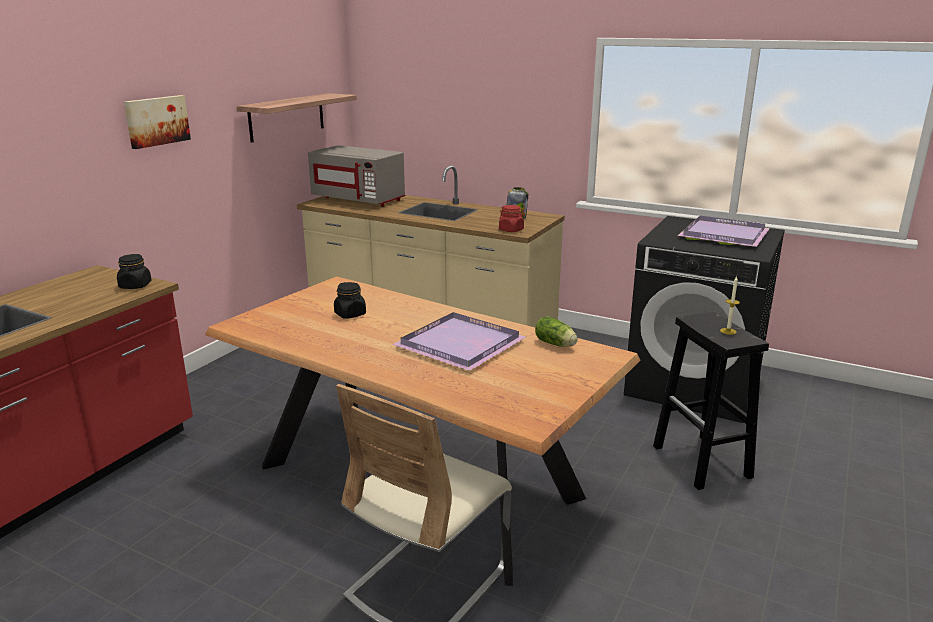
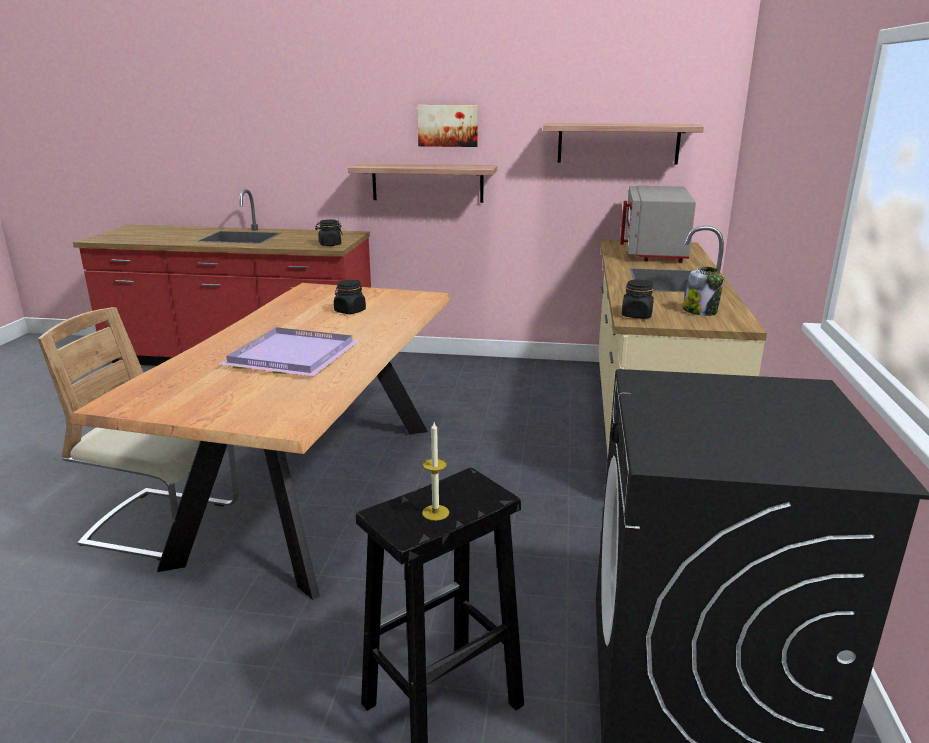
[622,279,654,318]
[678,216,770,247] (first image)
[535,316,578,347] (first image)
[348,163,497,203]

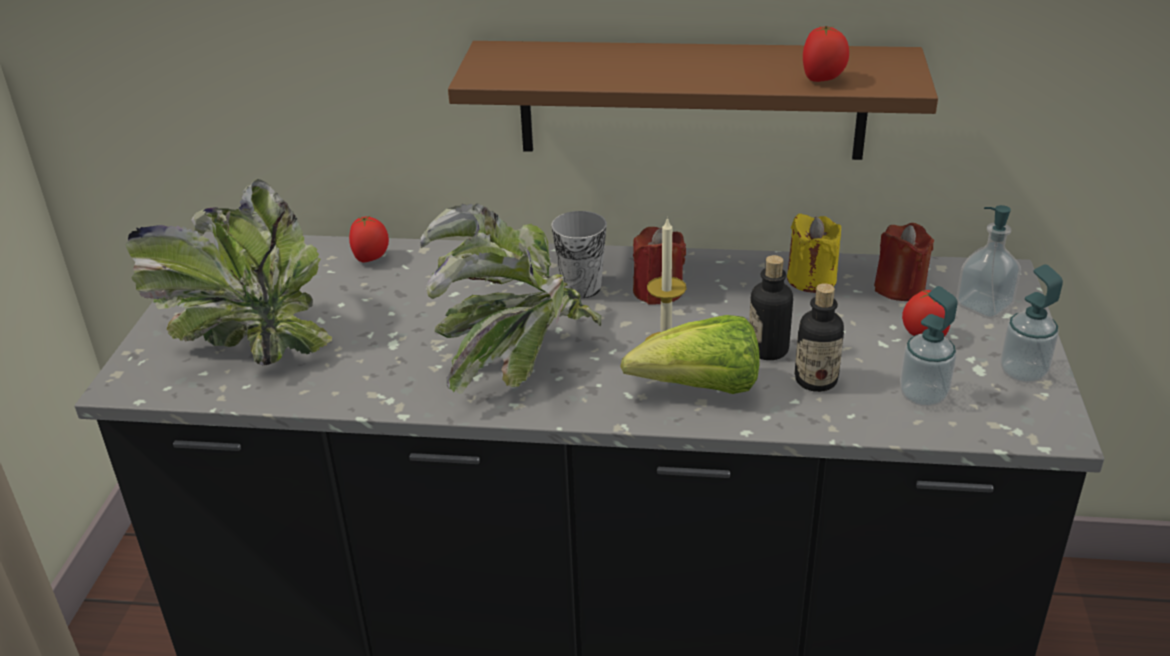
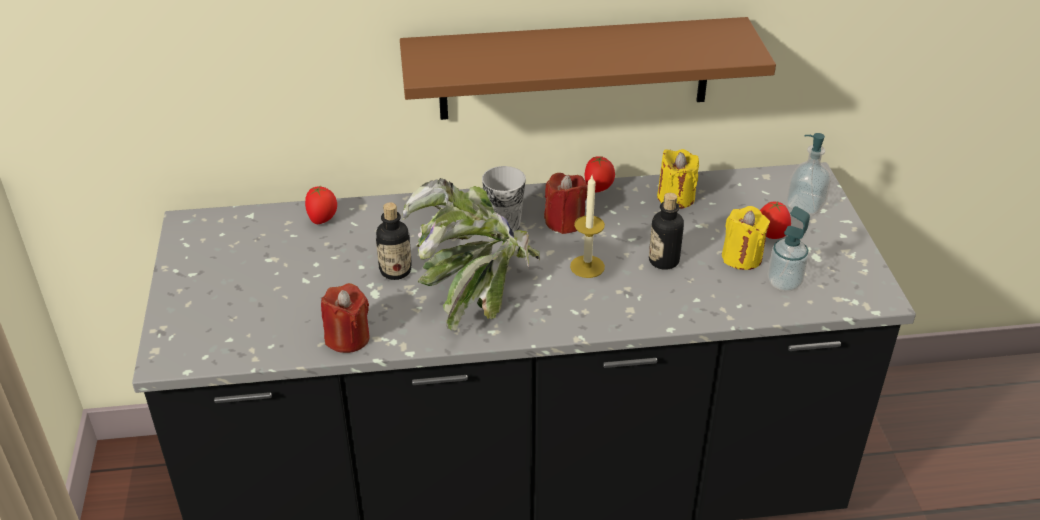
[585,156,615,193]
[125,179,332,365] (first image)
[321,283,370,353]
[1000,264,1063,383] (first image)
[376,202,412,280]
[620,315,759,394] (first image)
[722,206,770,270]

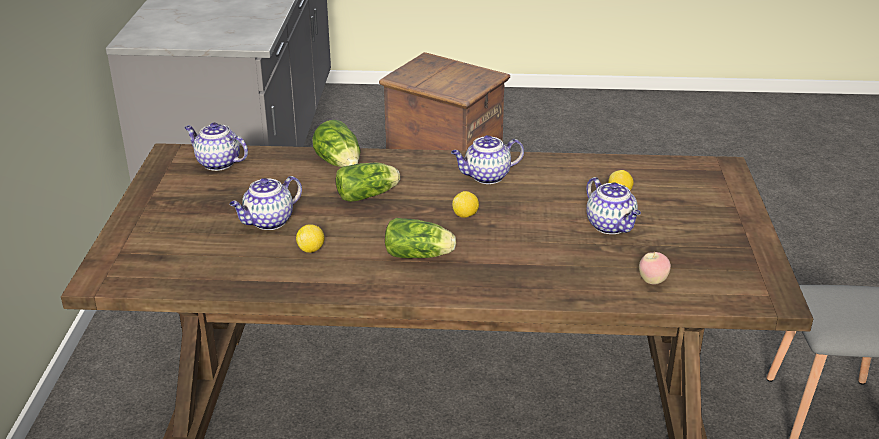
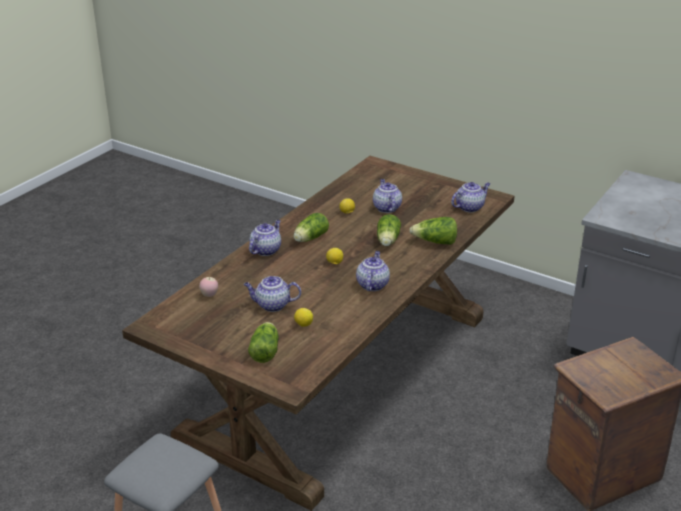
[249,220,281,256]
[248,322,279,363]

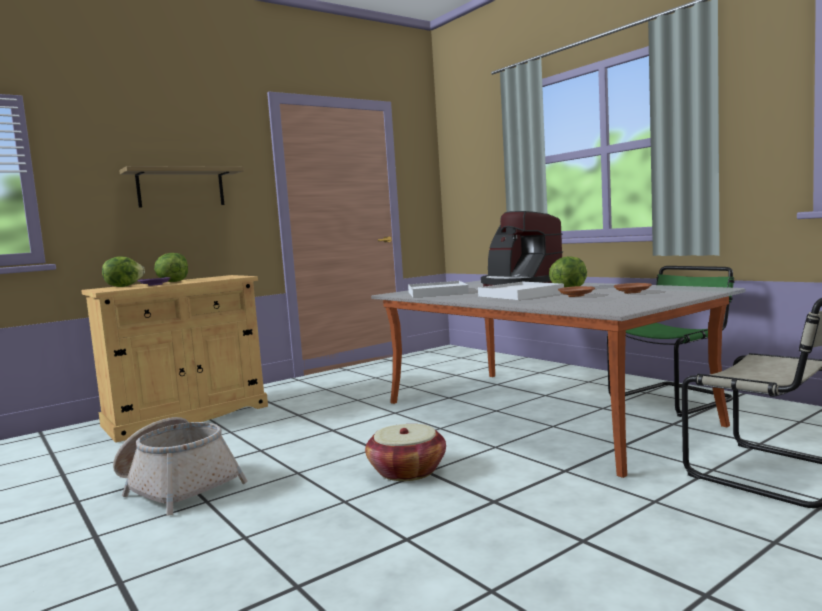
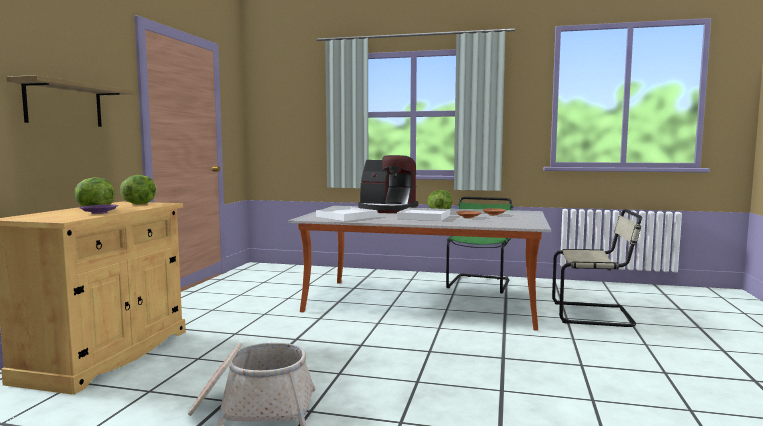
[120,175,157,204]
[365,424,446,481] (first image)

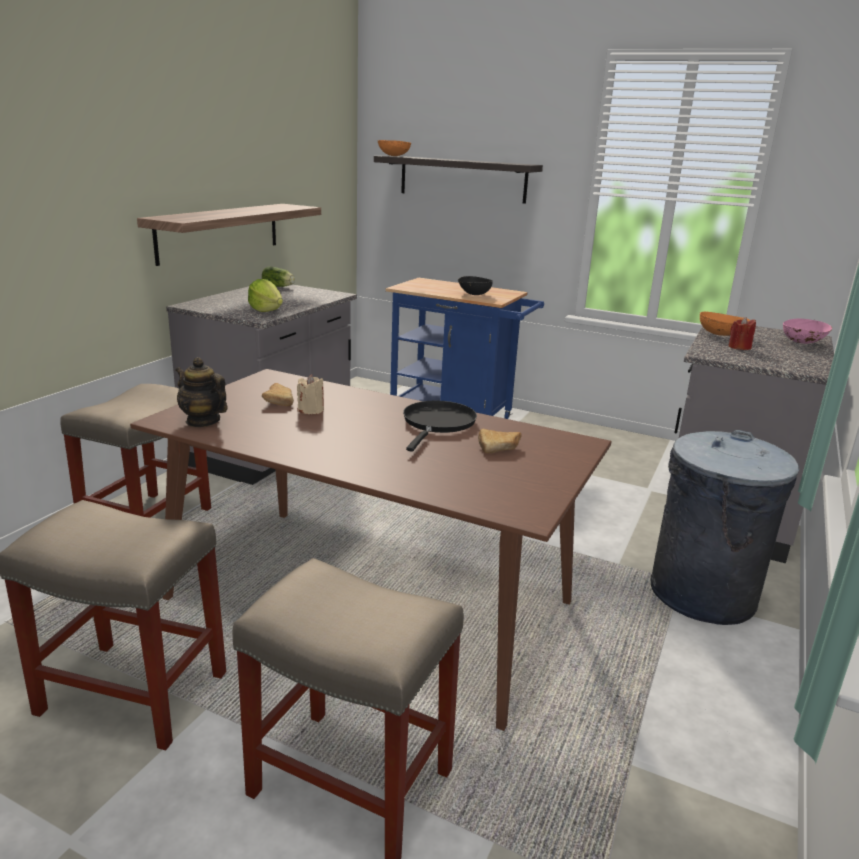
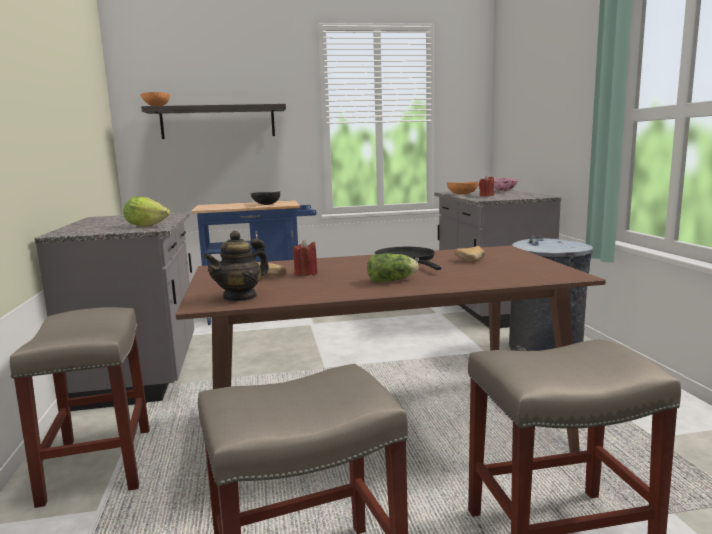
[137,204,321,266] (first image)
[367,254,418,283]
[203,230,269,302]
[293,240,318,276]

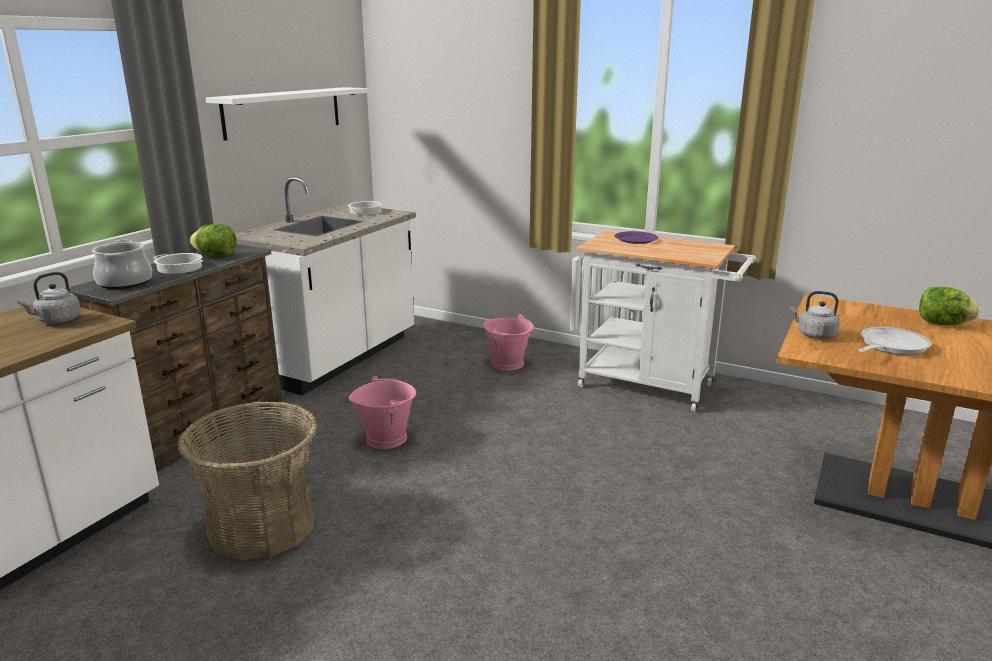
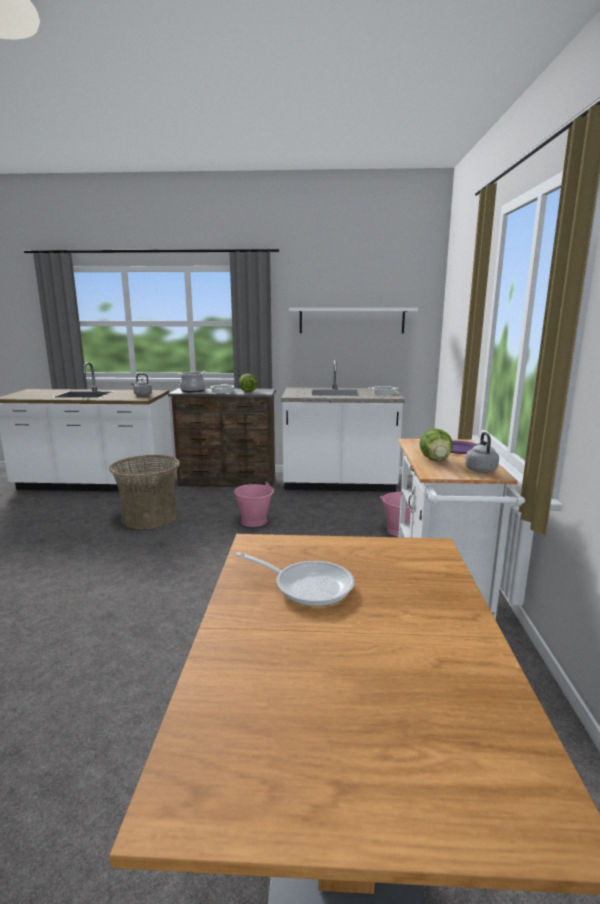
[419,429,453,461]
[465,432,499,473]

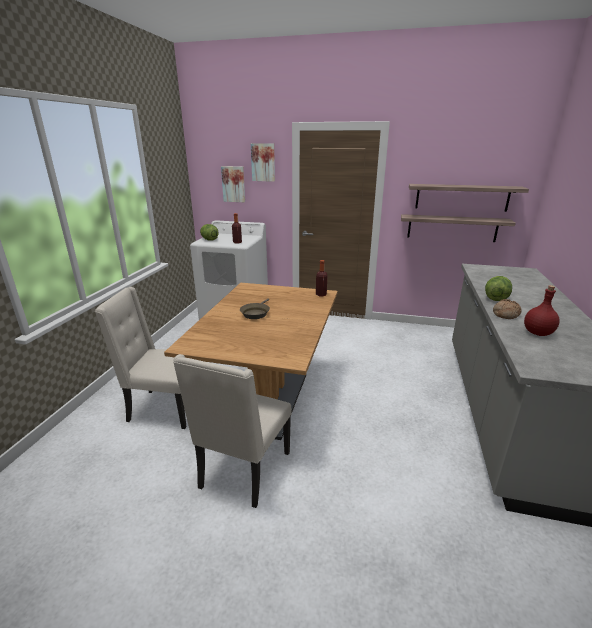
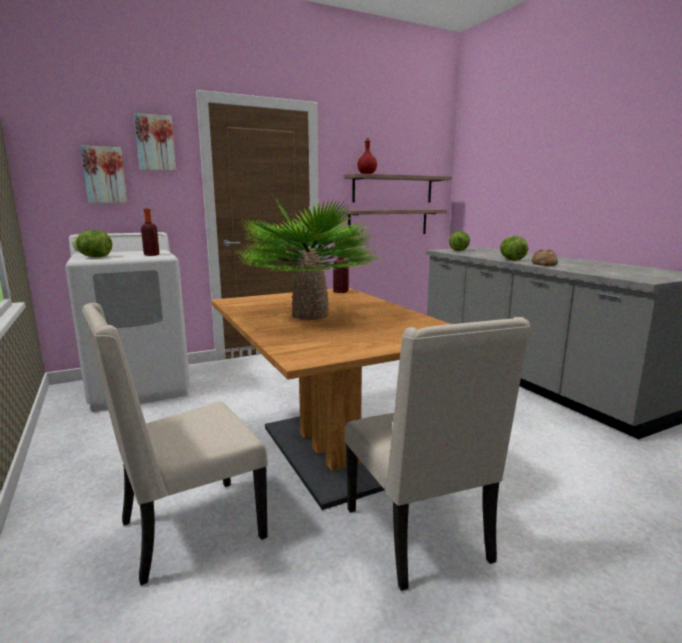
[357,138,377,174]
[237,196,383,320]
[449,231,470,251]

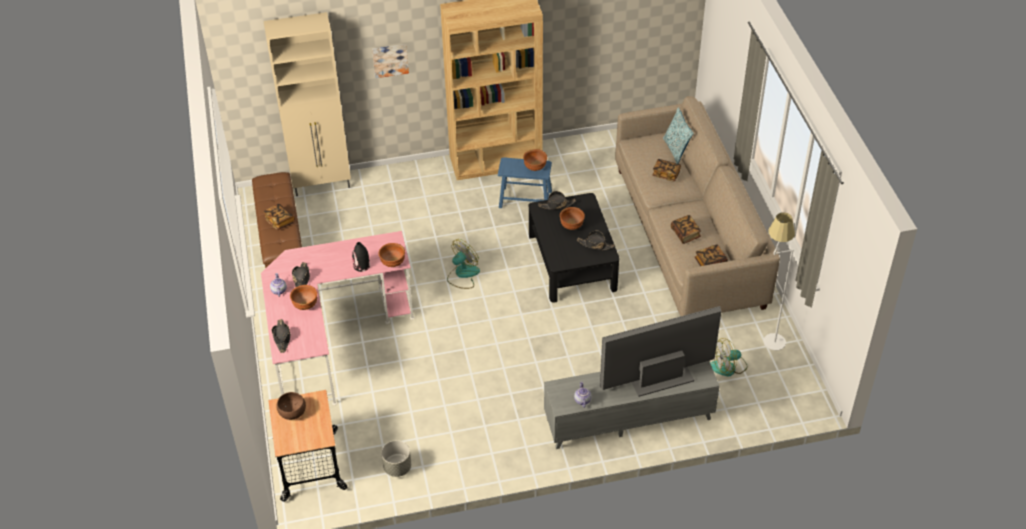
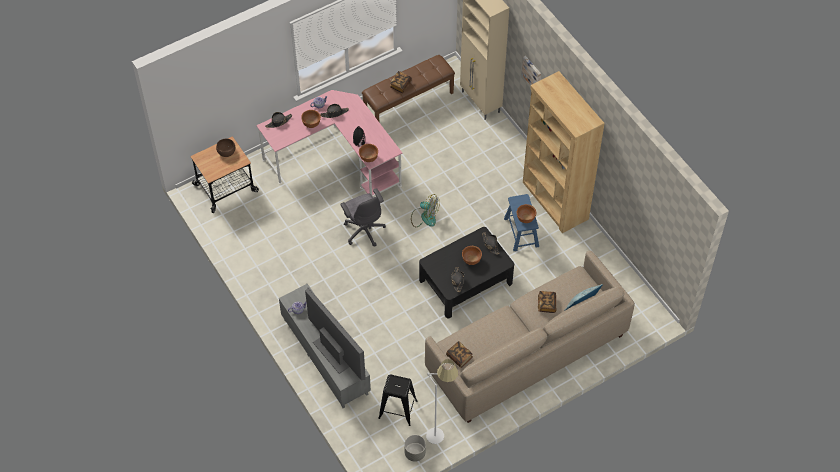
[671,215,701,244] (first image)
[378,374,417,426]
[404,435,426,462]
[340,188,386,247]

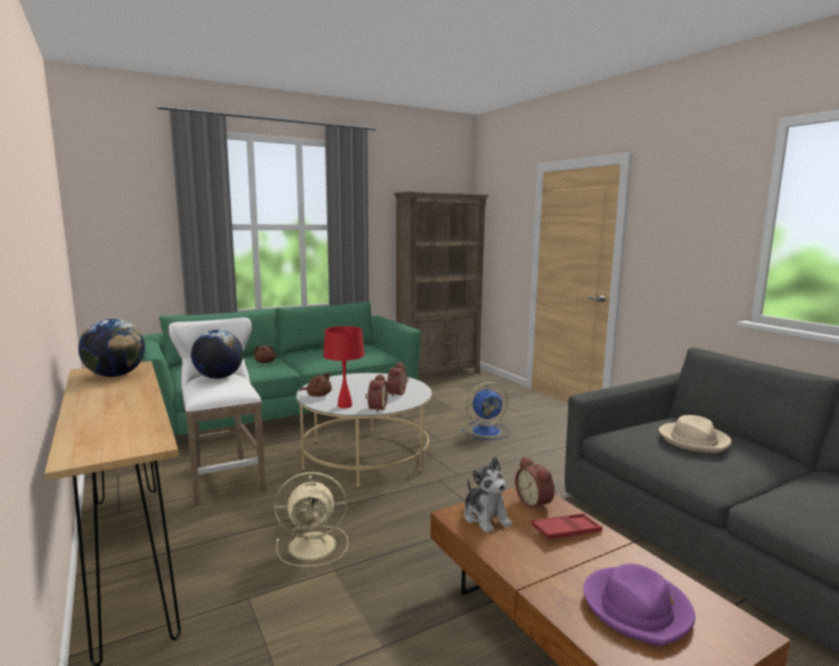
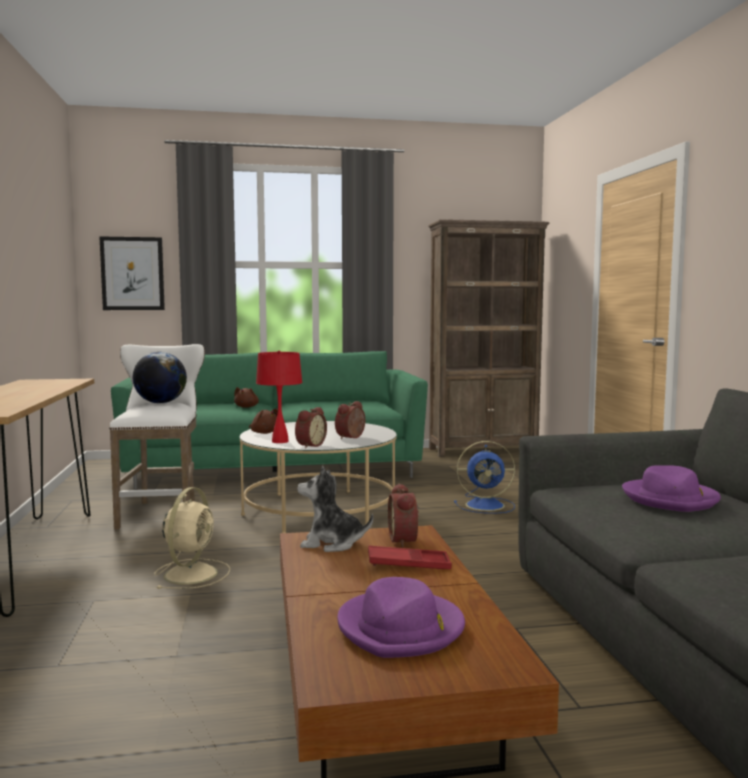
[78,319,145,377] (first image)
[622,465,721,512]
[298,466,373,552]
[154,487,231,589]
[99,236,165,310]

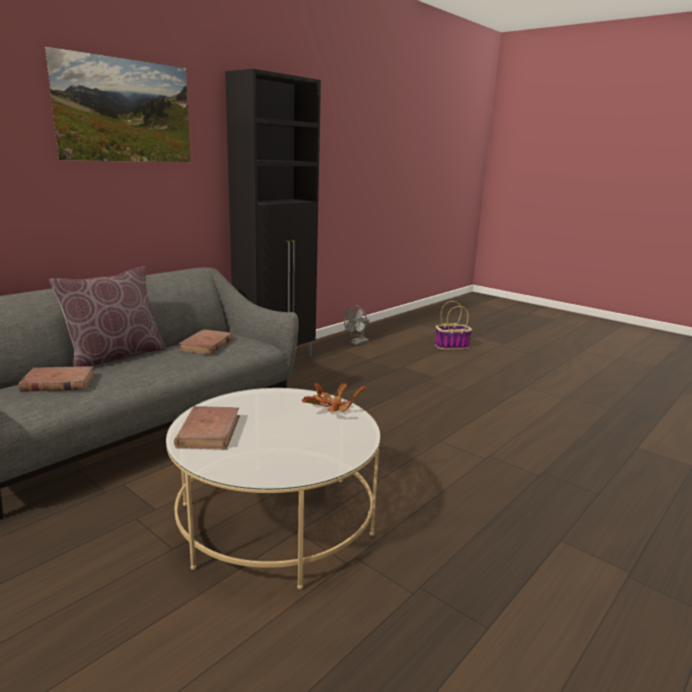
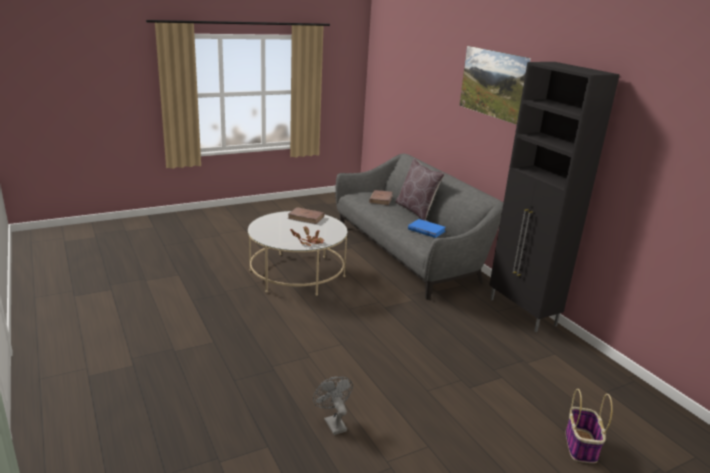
[313,377,353,435]
[408,219,446,238]

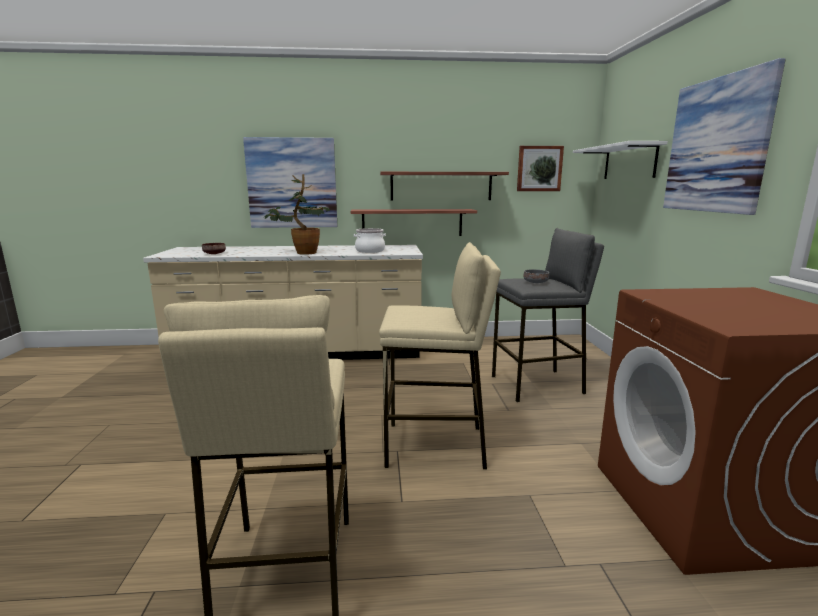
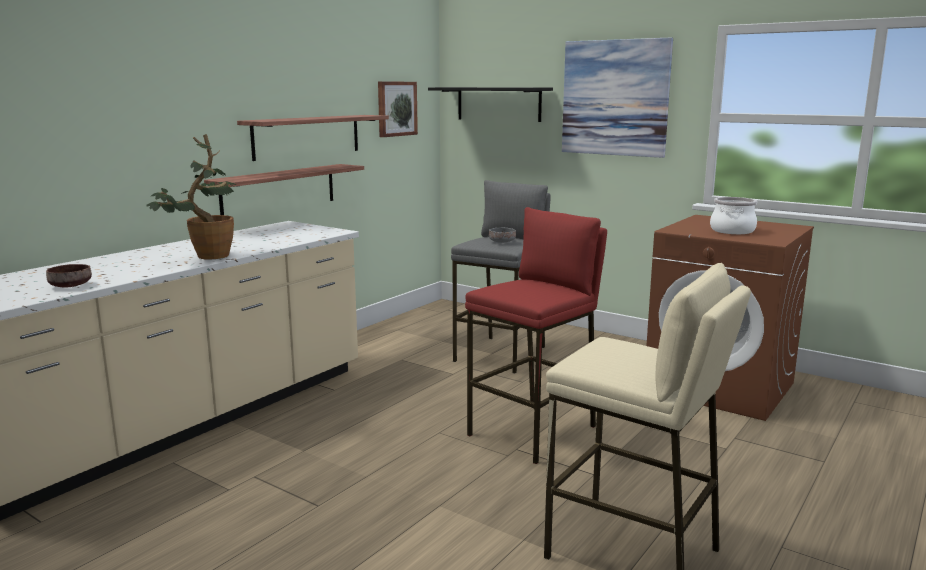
[243,137,337,228] (first image)
[428,87,553,122]
[710,197,757,234]
[465,207,607,464]

